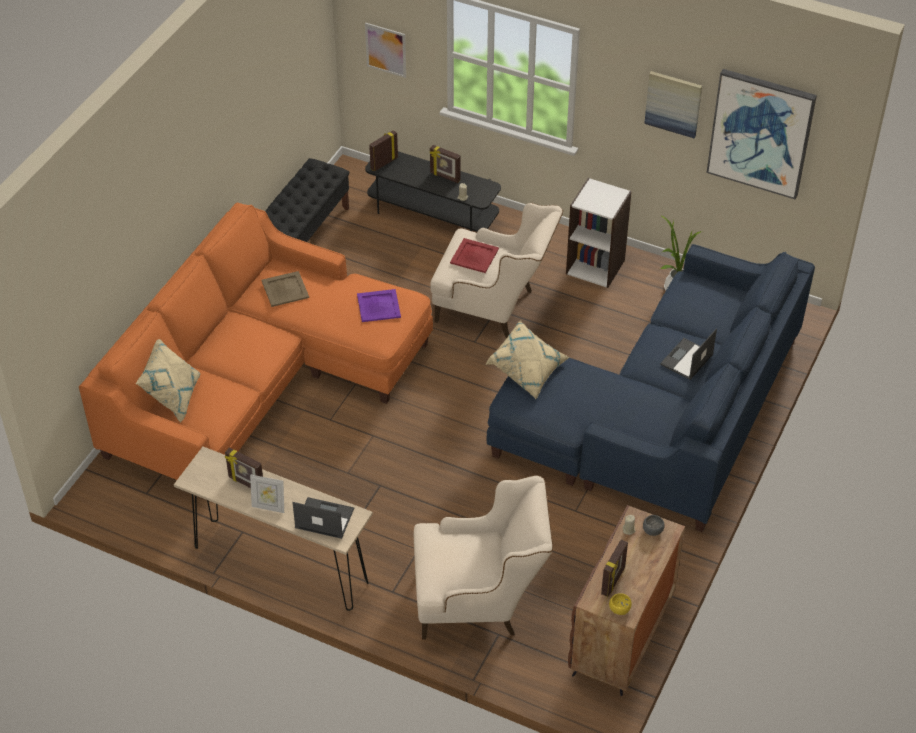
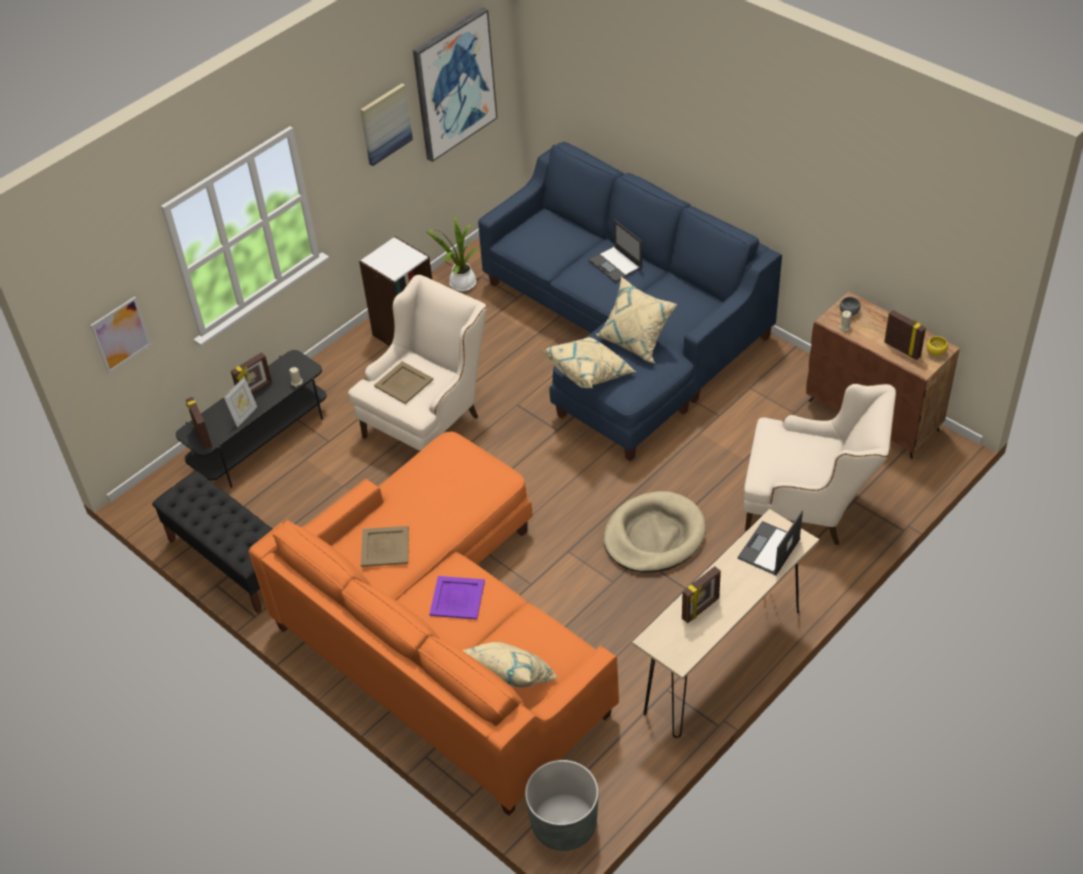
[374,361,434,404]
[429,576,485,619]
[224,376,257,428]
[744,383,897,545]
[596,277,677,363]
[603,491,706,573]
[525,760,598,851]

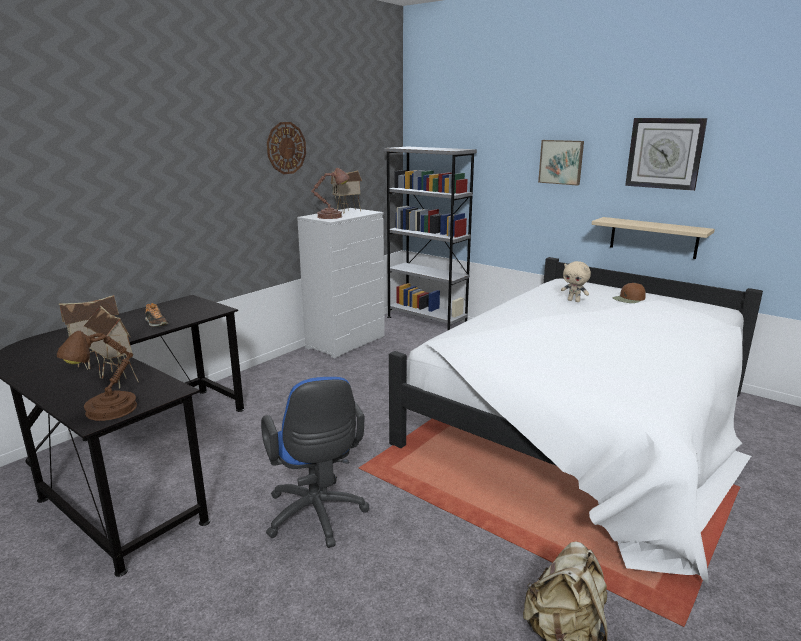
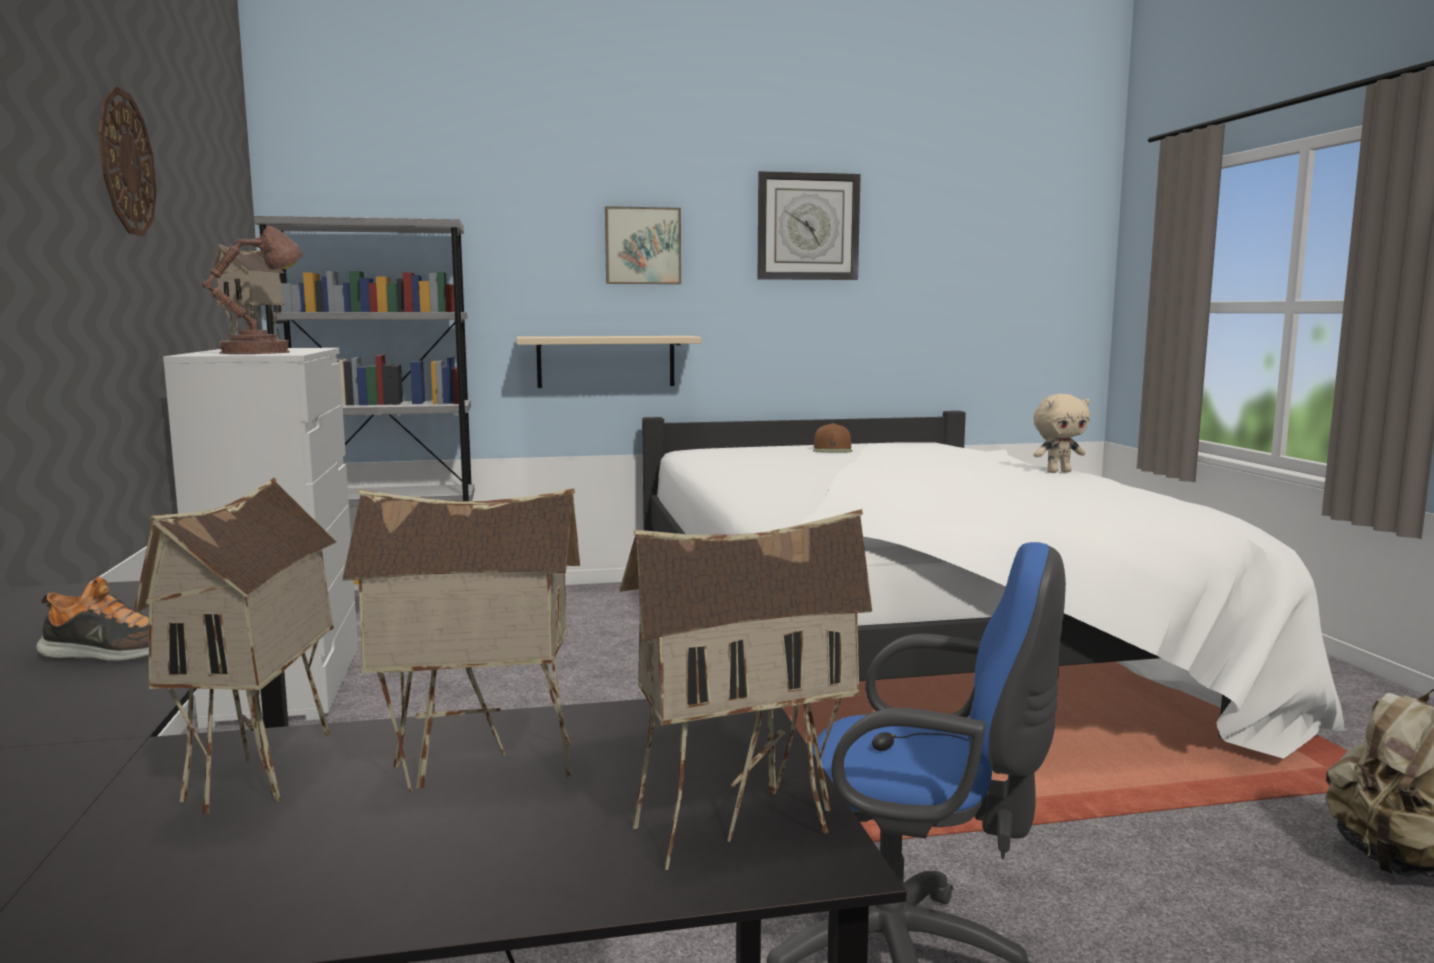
[516,336,701,388]
[1033,394,1090,473]
[620,509,872,870]

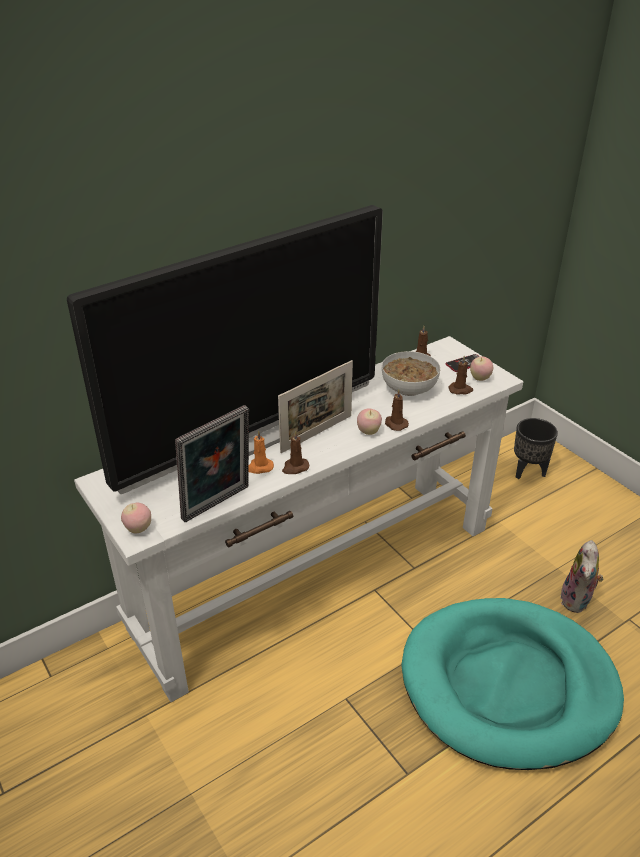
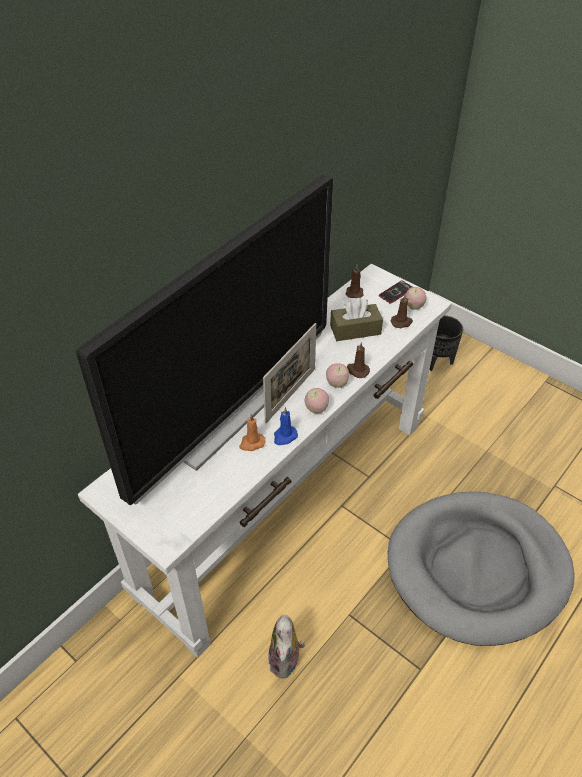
[330,298,383,341]
[175,405,249,523] (first image)
[274,407,298,445]
[305,388,329,413]
[268,614,305,679]
[388,491,575,646]

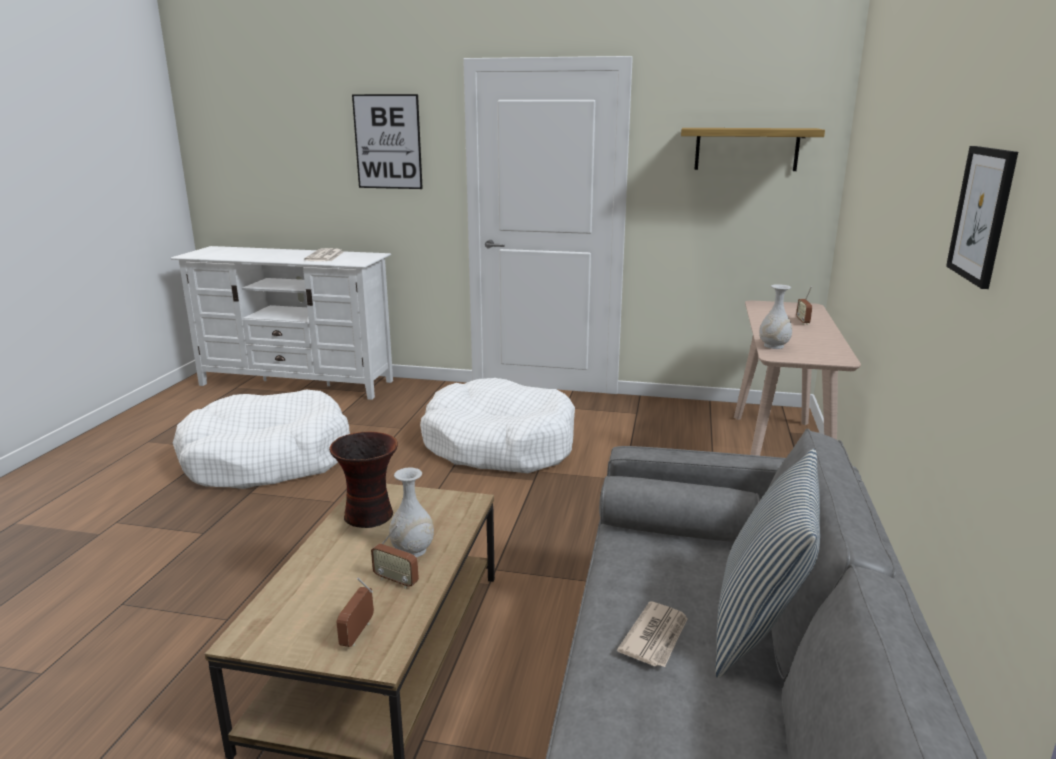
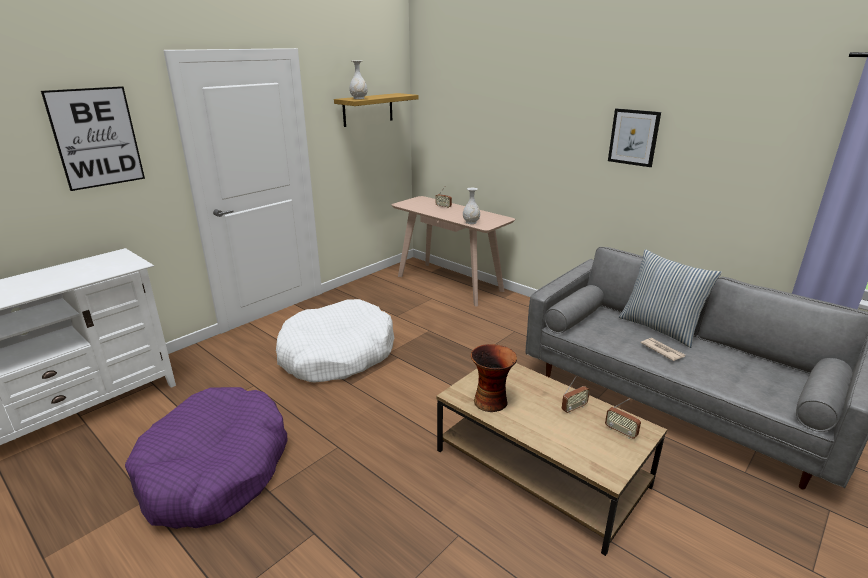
[304,248,343,261] (first image)
[125,387,287,529]
[349,60,367,99]

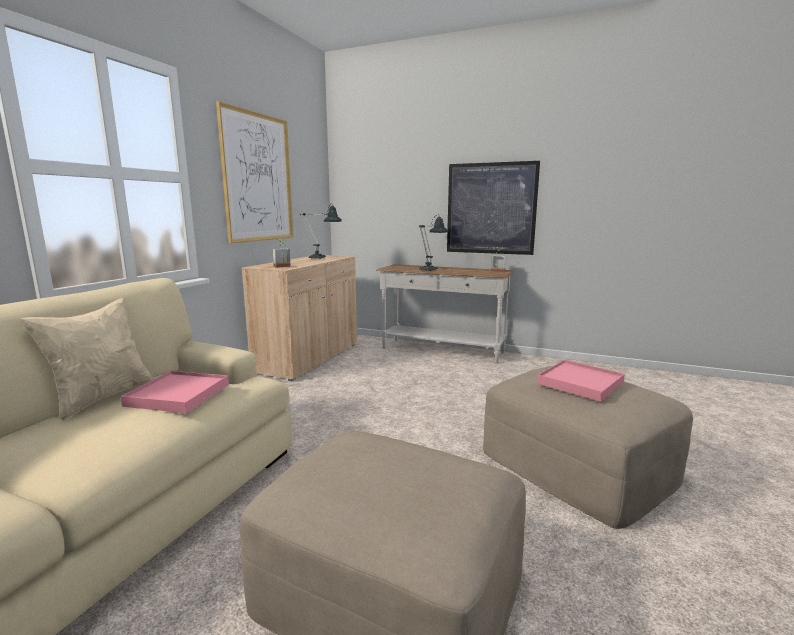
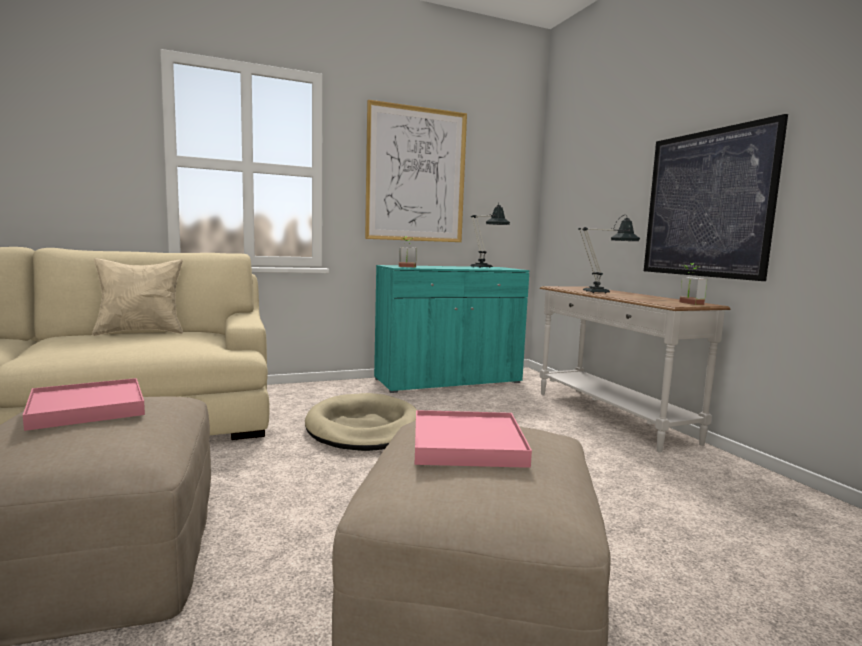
[374,265,529,393]
[23,378,145,431]
[305,393,417,451]

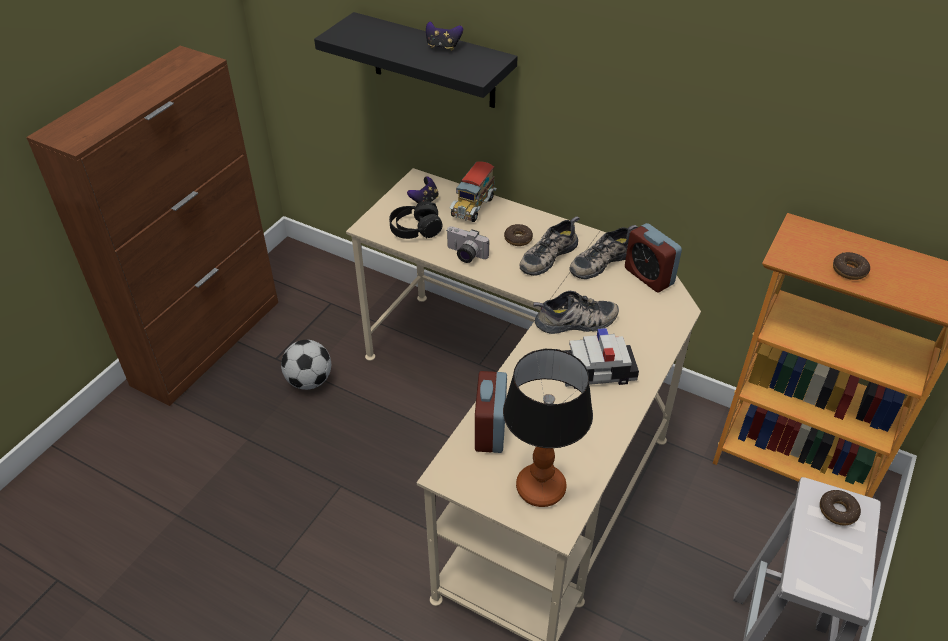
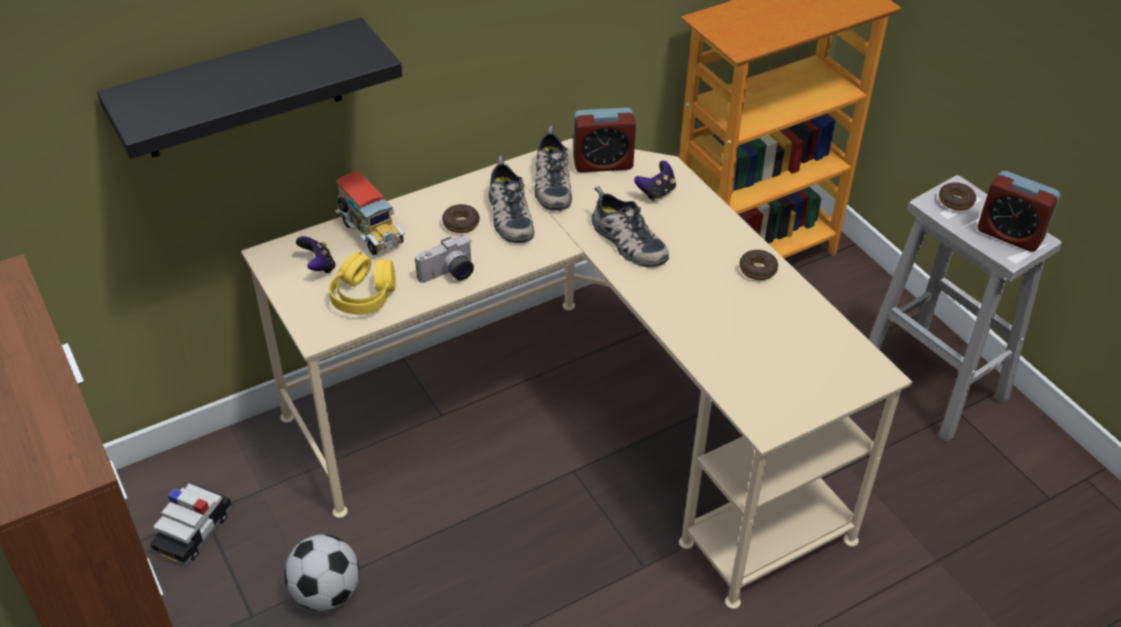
[634,161,676,201]
[329,251,396,315]
[739,250,778,280]
[591,186,669,268]
[150,483,232,565]
[503,349,593,507] (first image)
[978,171,1060,252]

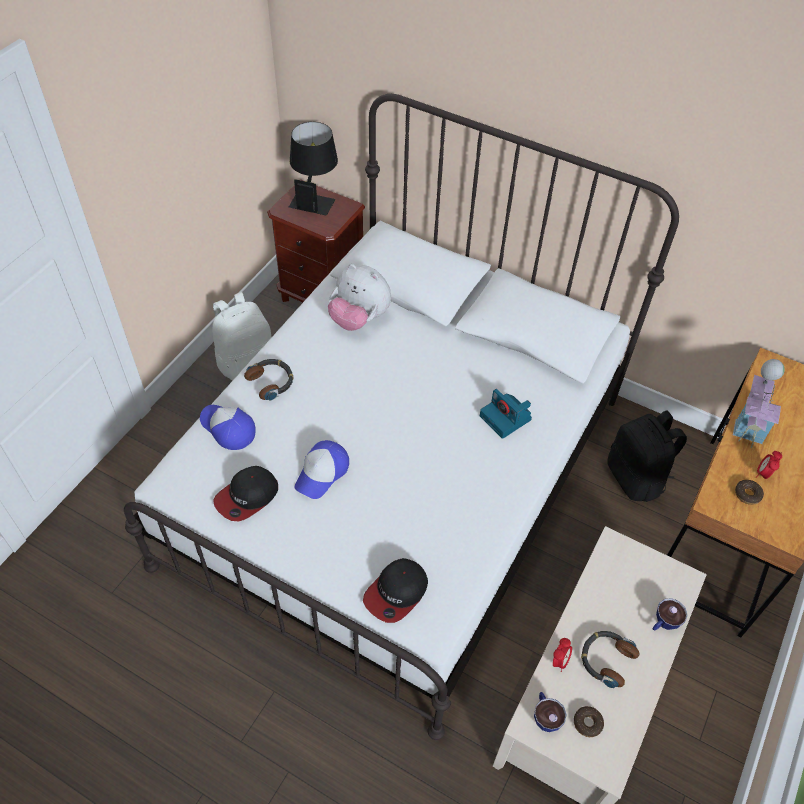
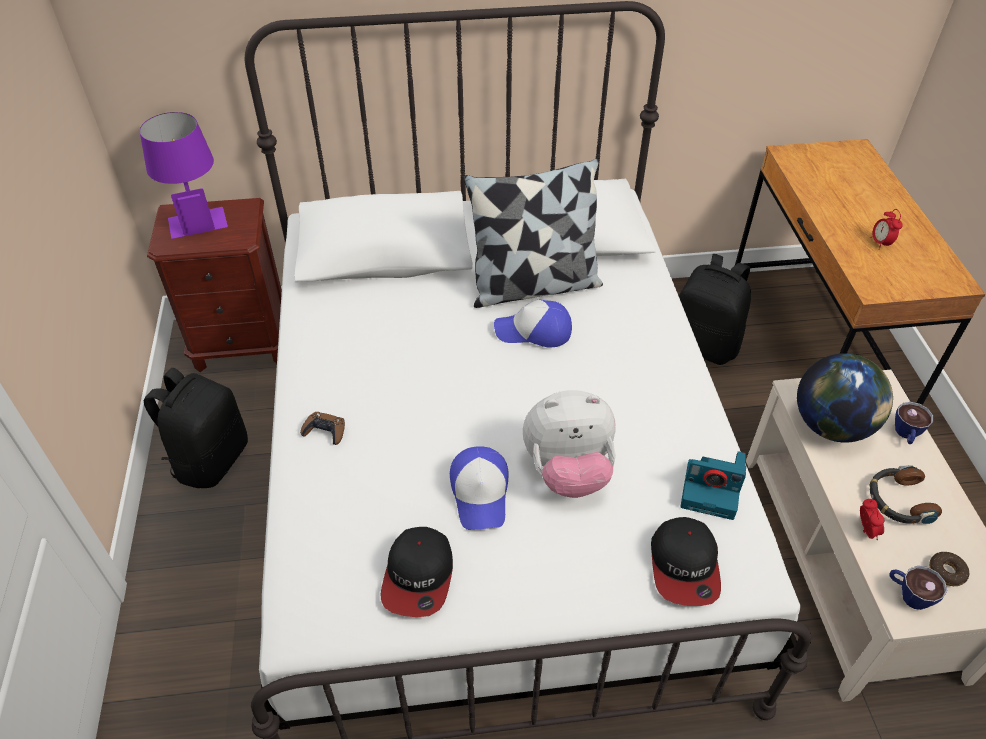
[140,112,228,239]
[523,390,616,498]
[144,368,248,488]
[300,412,345,445]
[733,359,785,448] (first image)
[681,451,746,520]
[494,300,572,348]
[735,480,764,505] (first image)
[464,158,603,308]
[797,353,893,442]

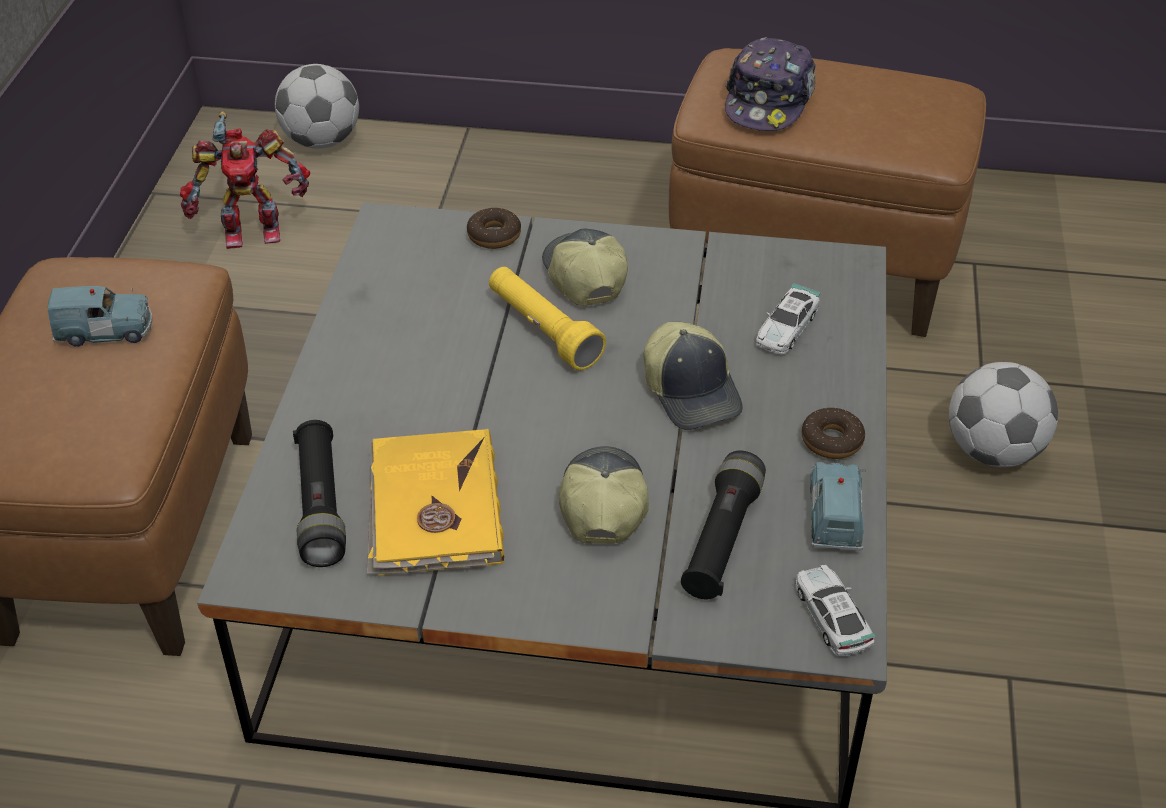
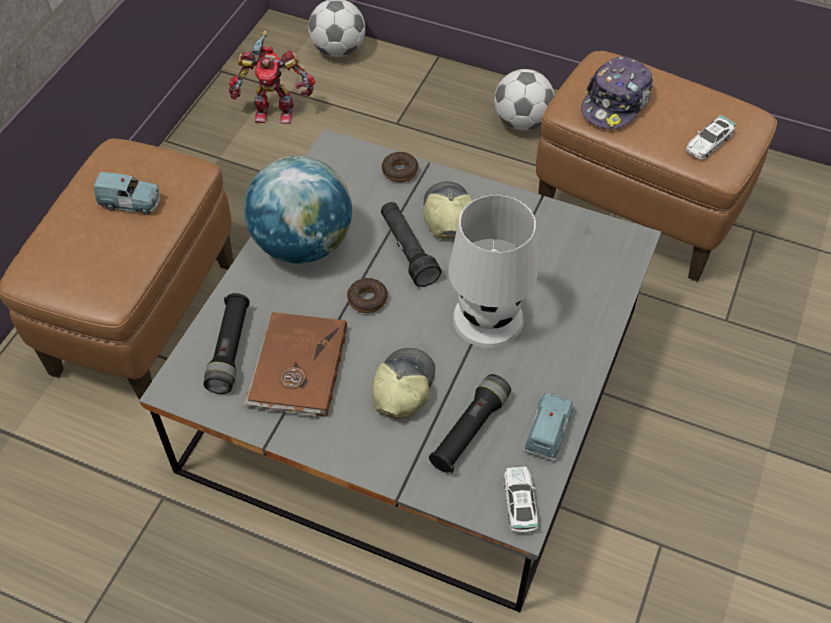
[381,202,442,287]
[686,115,736,160]
[449,195,537,348]
[494,69,555,131]
[347,278,388,313]
[242,312,347,417]
[244,156,352,264]

